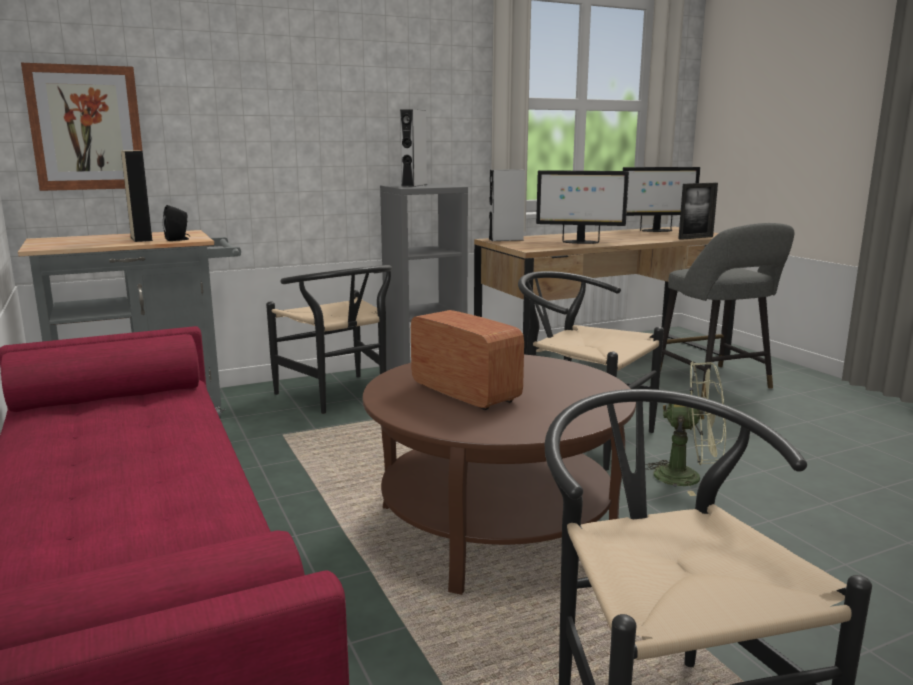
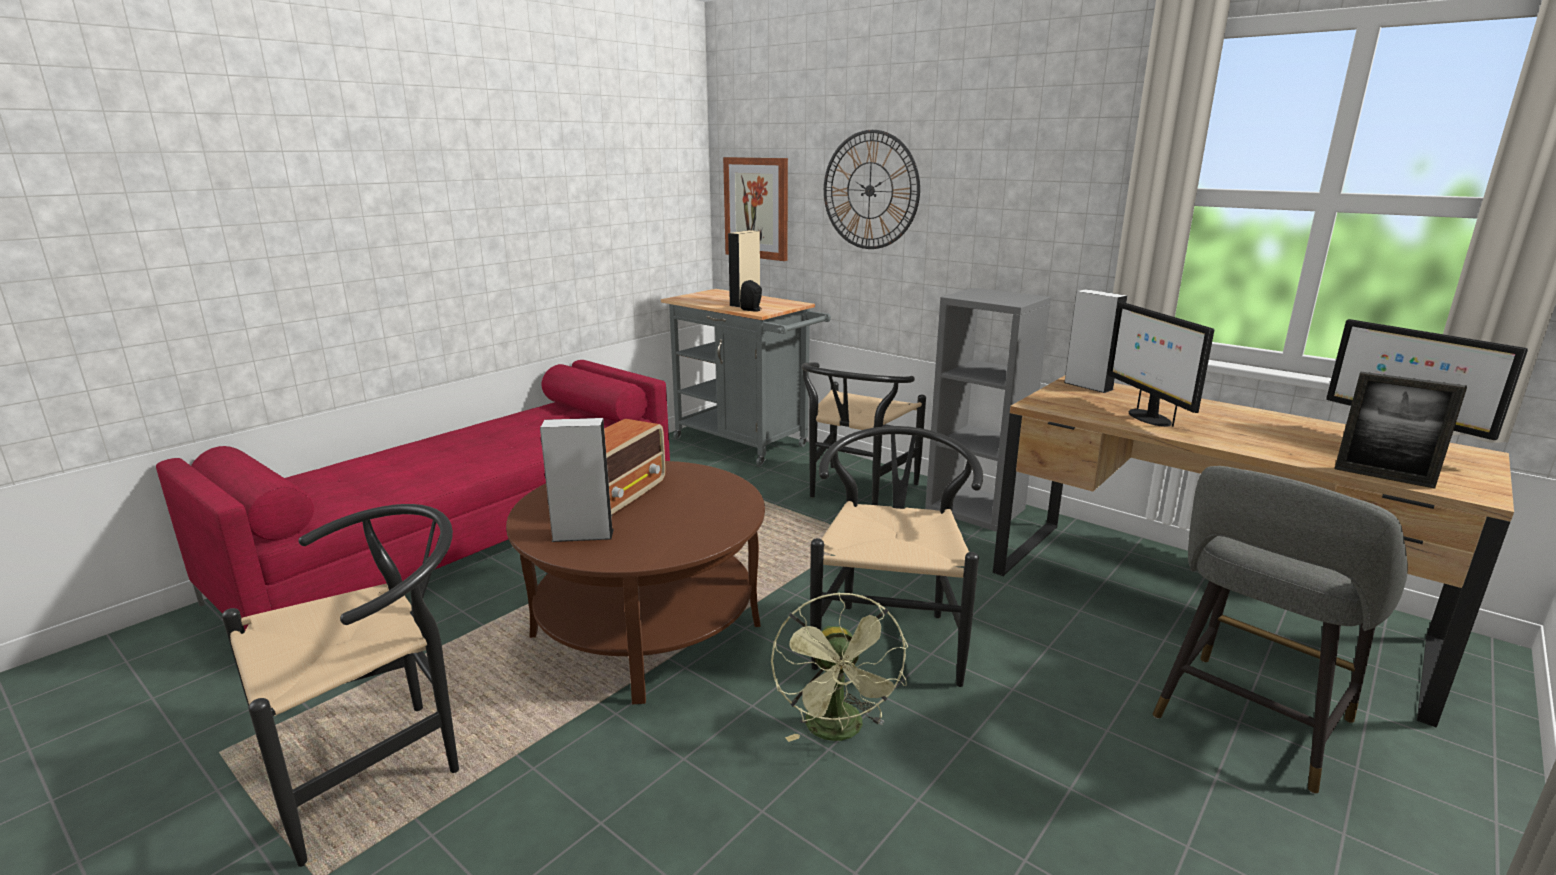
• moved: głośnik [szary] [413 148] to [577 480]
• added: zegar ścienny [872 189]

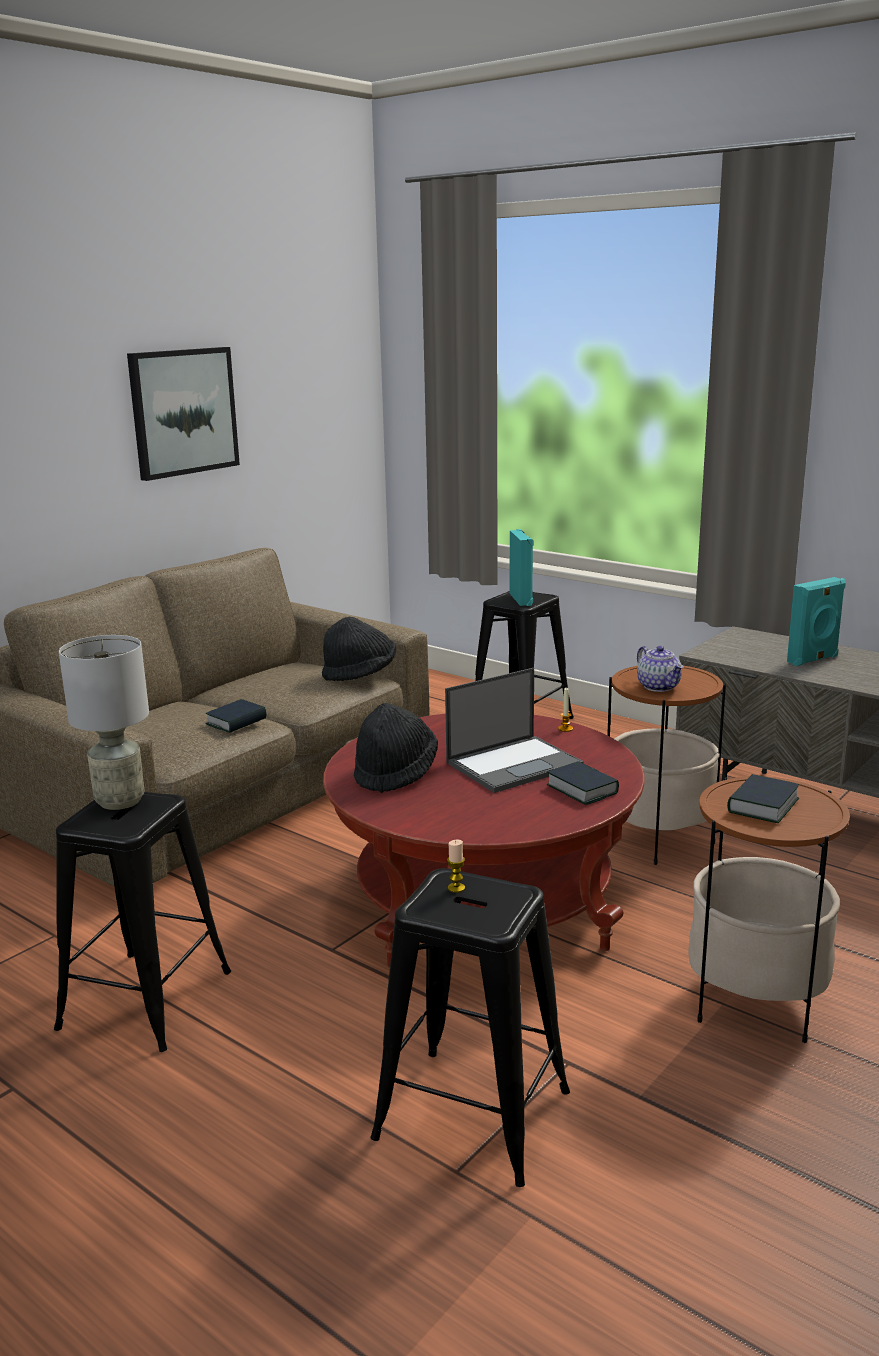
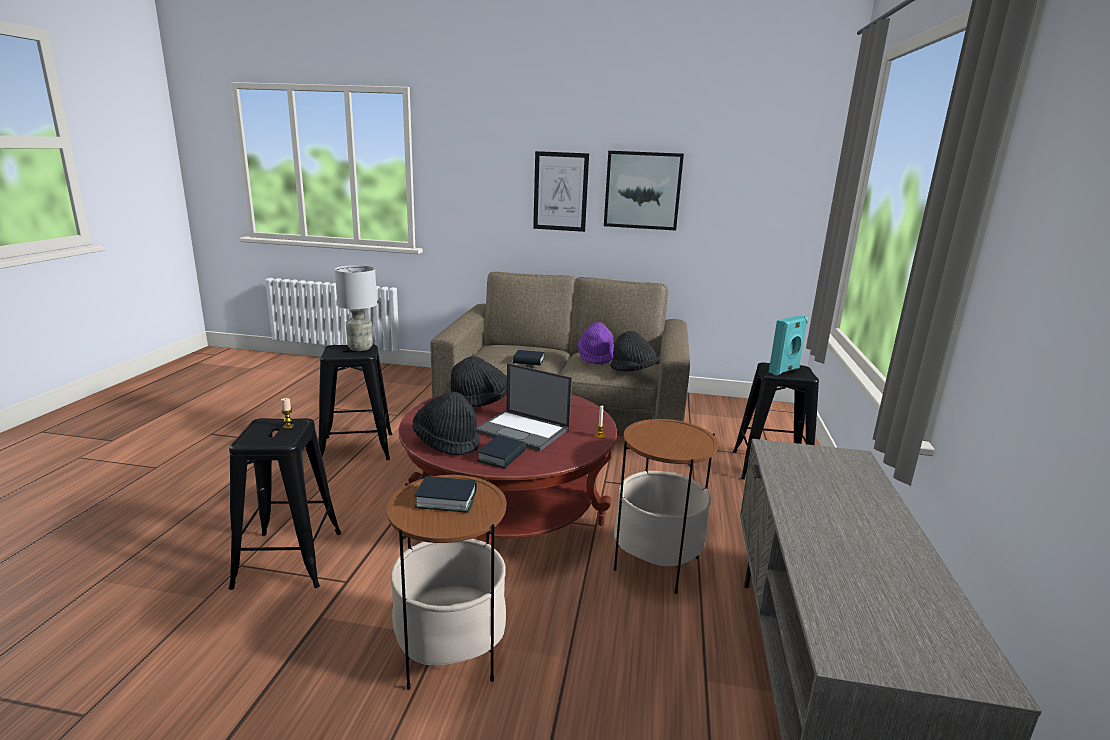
• removed: głośnik [turkusowy] [816 621]
• removed: imbryk [660 669]
• added: obraz [561 191]
• added: kapelusz [fioletowy] [596 343]
• added: kapelusz [czarny] [446 423]

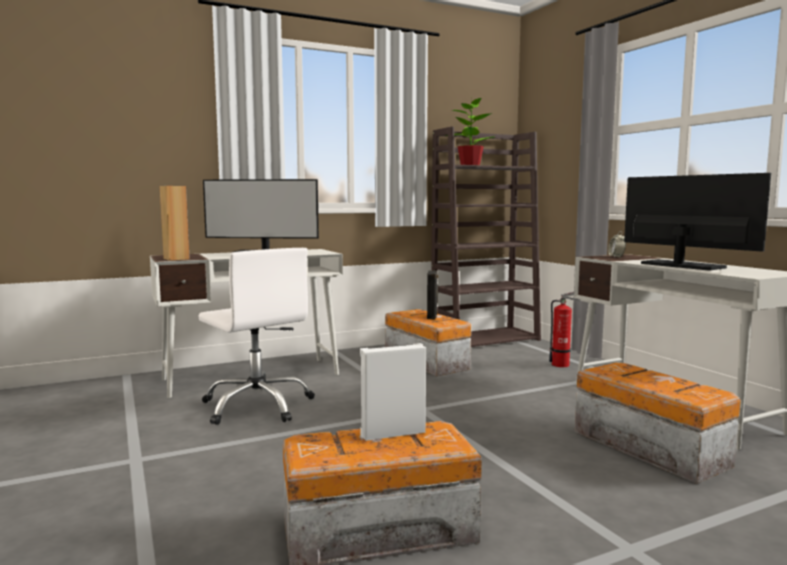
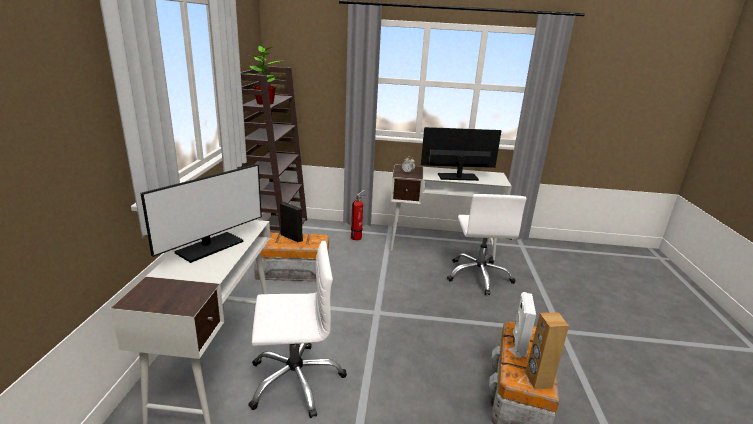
• moved: głośnik [brązowy] [175 223] to [547 350]
• replaced: pojemnik do przechowywania [658 423] to krzesło biurowe [biały] [487 244]

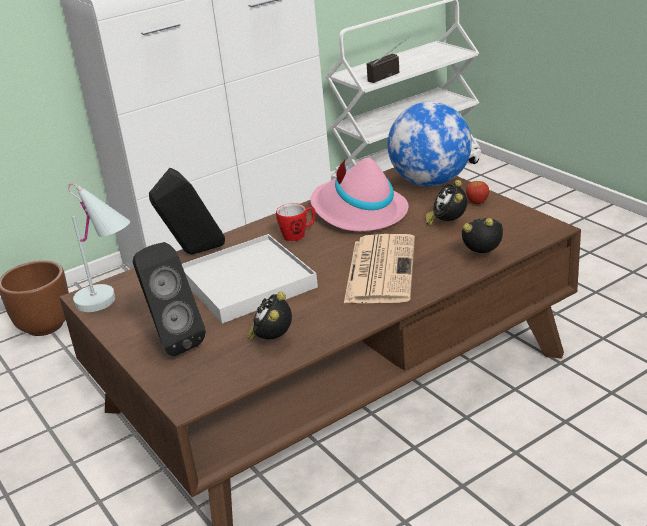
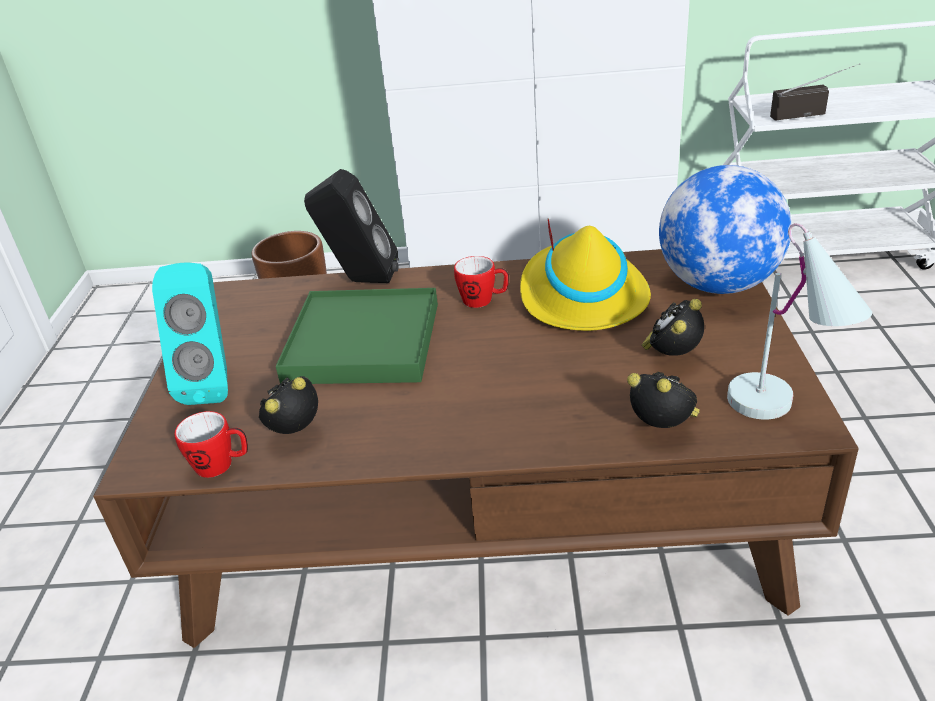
• recoloured: kapelusz [różowy] [359 194] to kapelusz [żółty] [585 274]
• removed: jabłko [477 192]
• moved: lampa stołowa [biały] [99 247] to [799 321]
• recoloured: taca [biały] [250 279] to taca [zielony] [357 336]
• removed: gazeta [379 268]
• recoloured: głośnik [czarny] [169 299] to głośnik [turkusowy] [190 334]
• added: kubek [211 444]

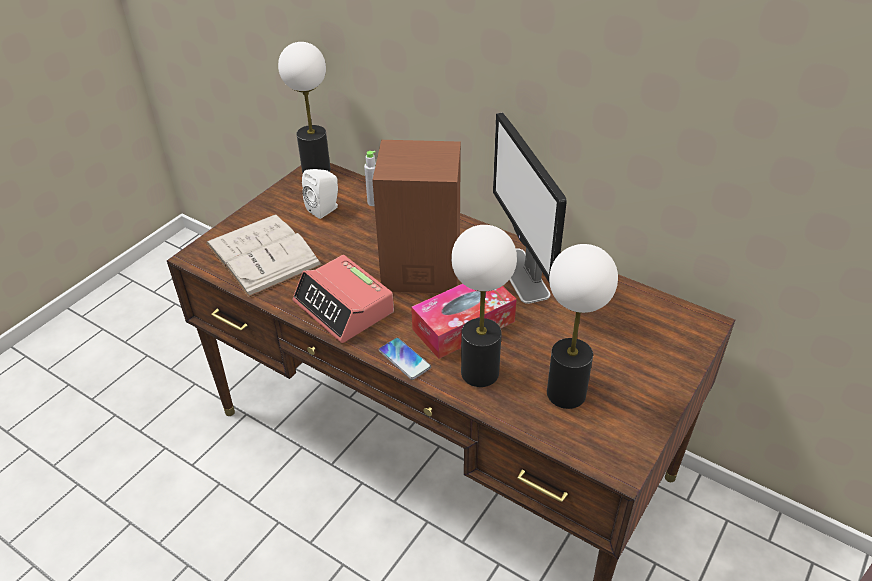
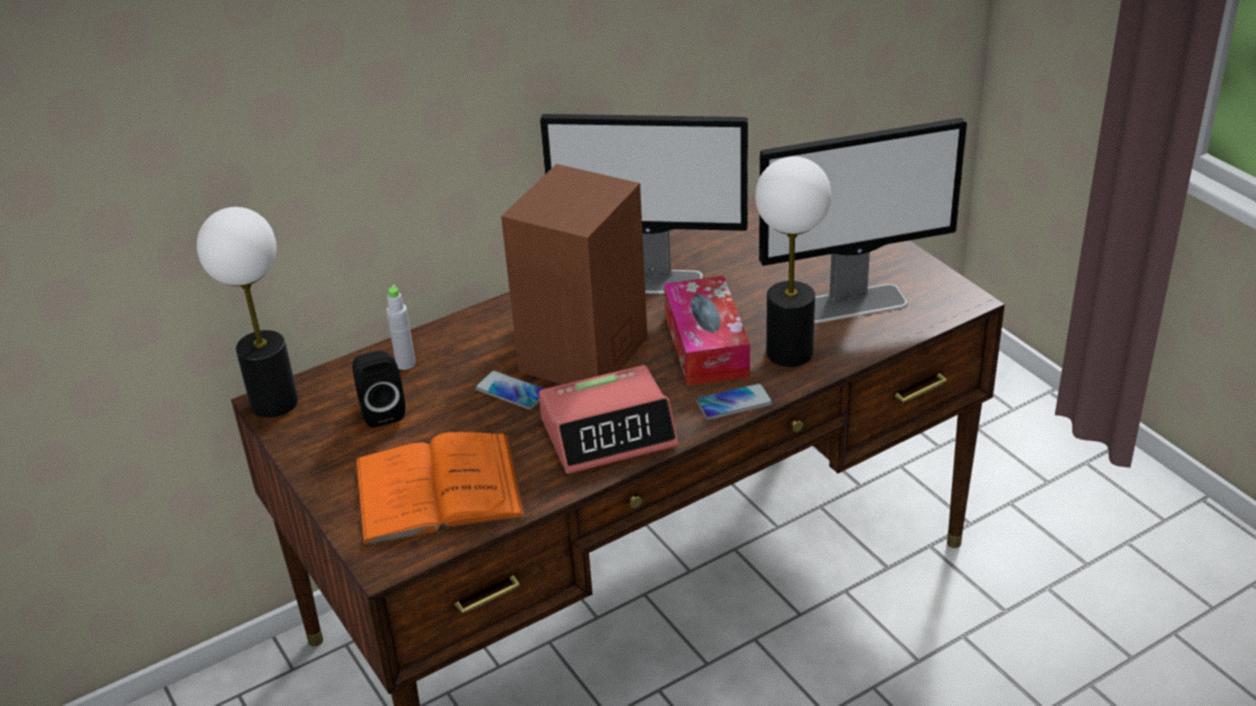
• recoloured: głośnik [biały] [320 194] to głośnik [czarny] [378 389]
• recoloured: książka [biały] [264 255] to książka [pomarańczowy] [440 489]
• replaced: lampa stołowa [582 326] to monitor [863 220]
• added: telefon [510 390]

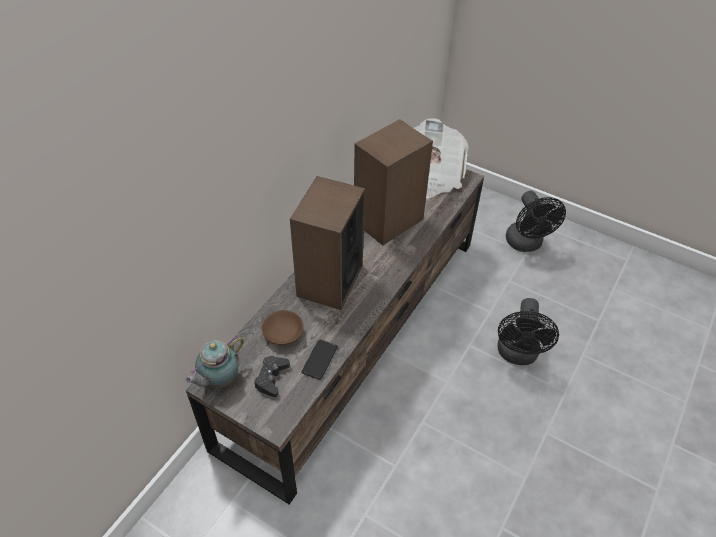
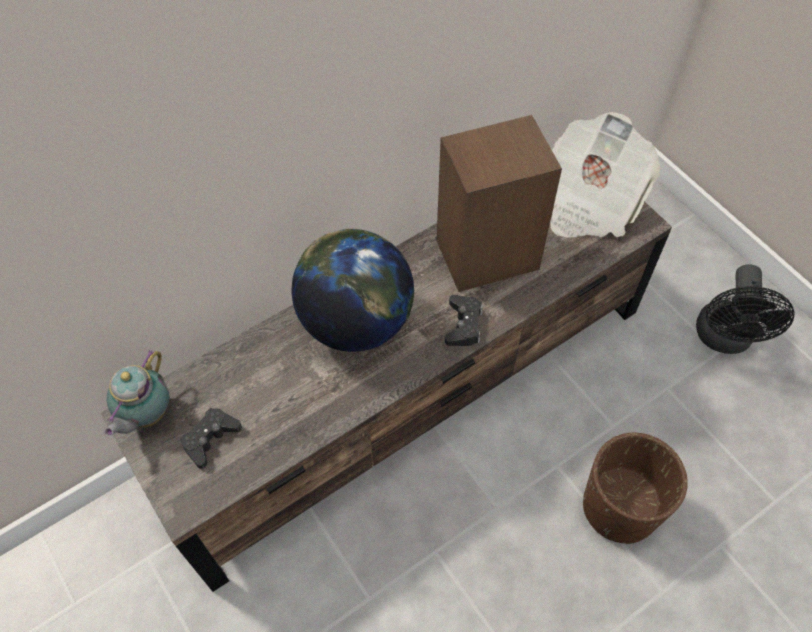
• replaced: głośnik [327 243] to globus [352 290]
• replaced: wentylator [czarny] [528 331] to donica [brązowy] [635 488]
• removed: miska [brązowy] [282 327]
• turned: imbryk [214 361] = [137 394] 45 degrees counterclockwise
• removed: telefon [320 360]
• added: pad do gier [czarny] [464 320]

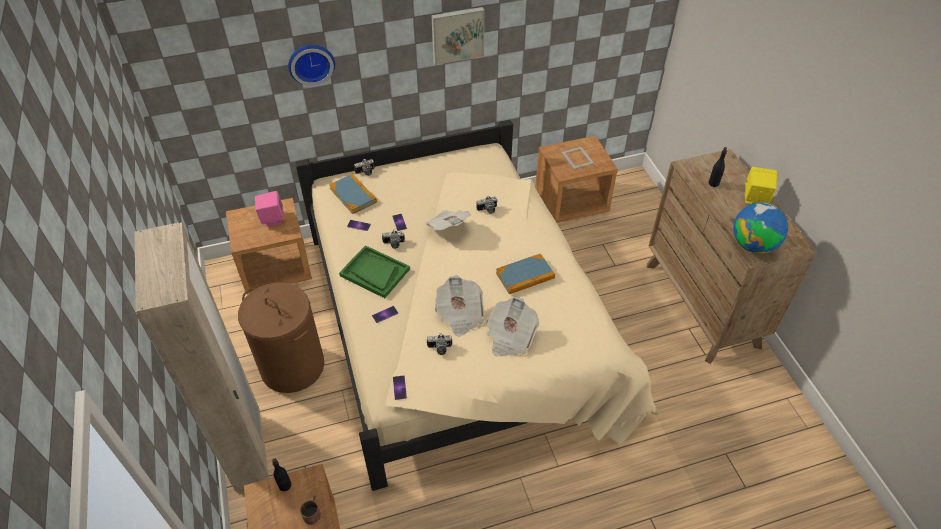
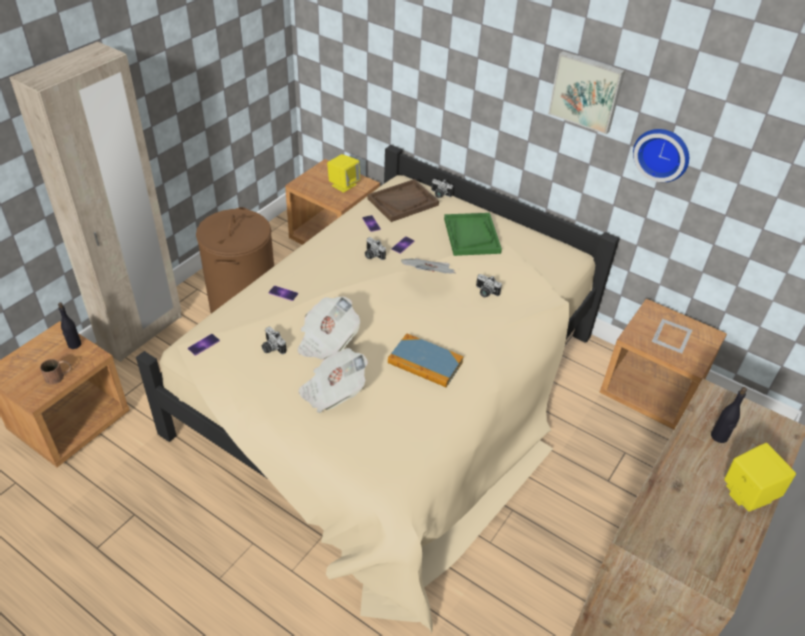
• moved: zegar ścienny [311 65] to [661 155]
• replaced: książka [353 194] to taca [brązowy] [403 200]
• recoloured: głośnik [różowy] [269 208] to głośnik [żółty] [343 173]
• removed: globus [760 228]
• moved: taca [zielony] [374 271] to [473 234]

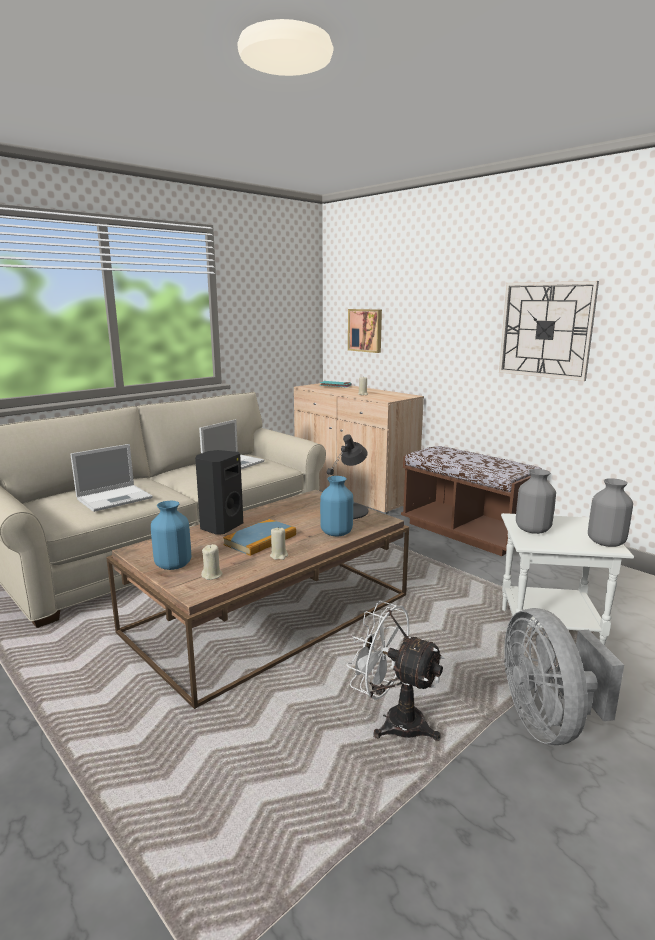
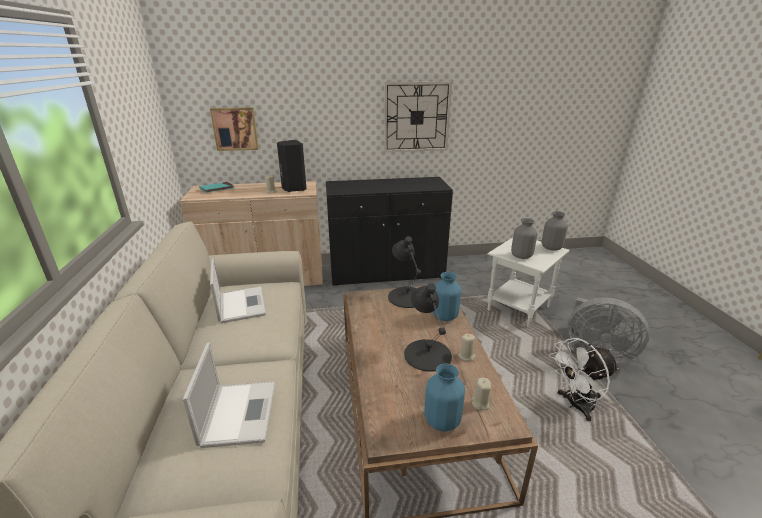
• replaced: ławka [brązowy] [471 501] to szafka [czarny] [389 231]
• moved: głośnik [czarny] [219 492] to [291 166]
• replaced: książka [259 537] to lampa stołowa [czarny] [428 327]

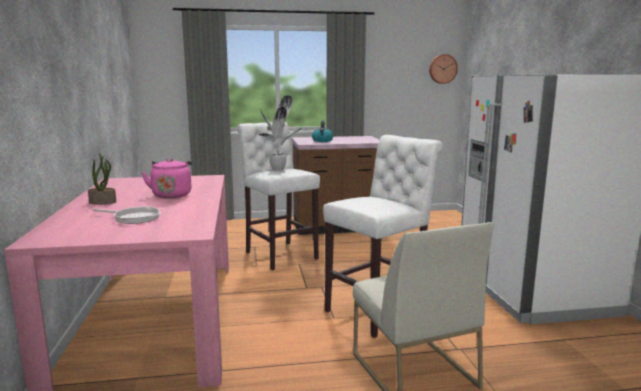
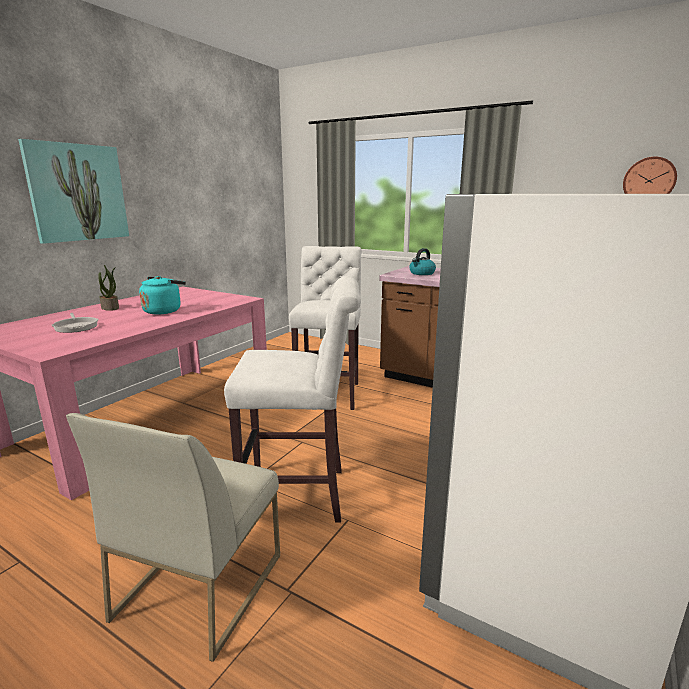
• removed: roślina doniczkowa [280 133]
• recoloured: czajnik [różowy] [166 178] to czajnik [turkusowy] [162 295]
• added: obraz [73 191]

